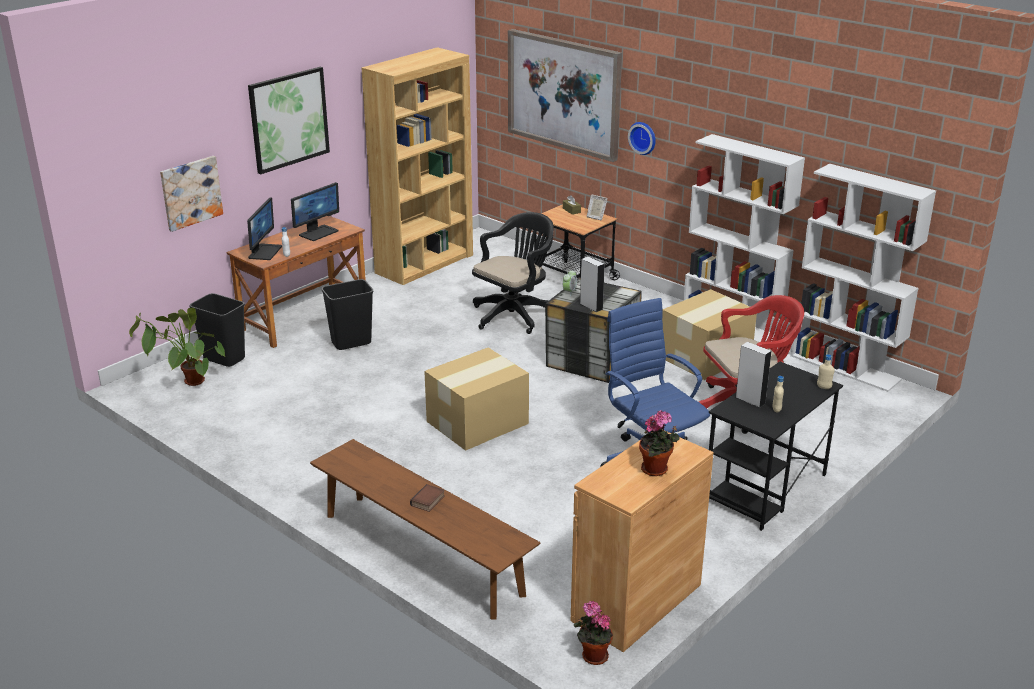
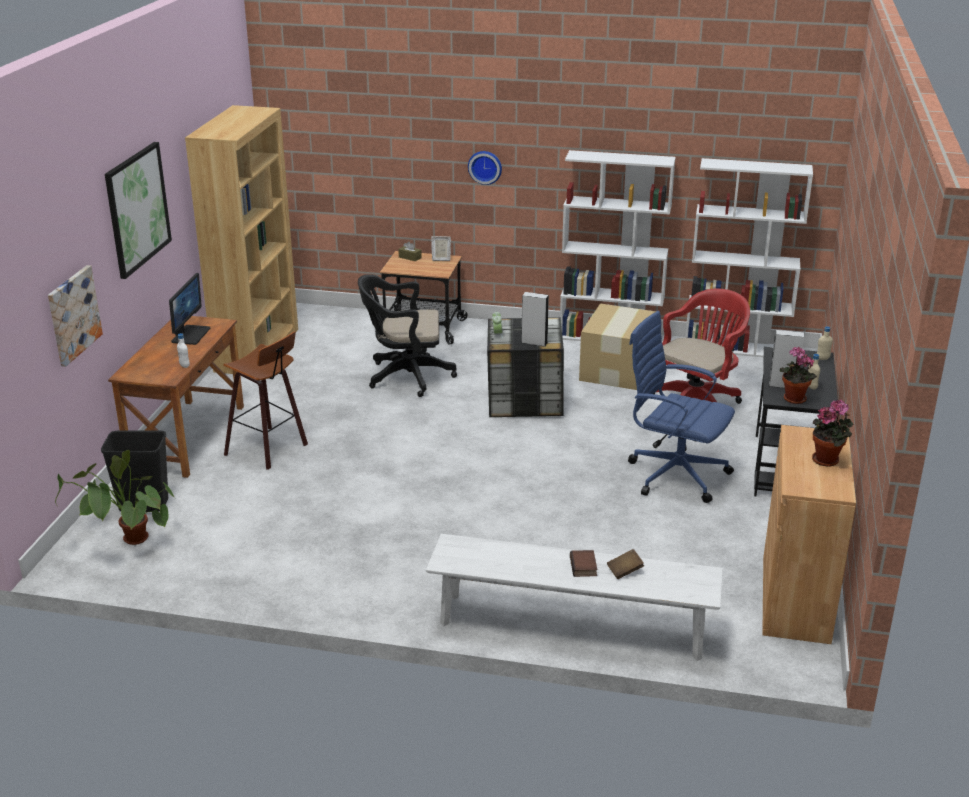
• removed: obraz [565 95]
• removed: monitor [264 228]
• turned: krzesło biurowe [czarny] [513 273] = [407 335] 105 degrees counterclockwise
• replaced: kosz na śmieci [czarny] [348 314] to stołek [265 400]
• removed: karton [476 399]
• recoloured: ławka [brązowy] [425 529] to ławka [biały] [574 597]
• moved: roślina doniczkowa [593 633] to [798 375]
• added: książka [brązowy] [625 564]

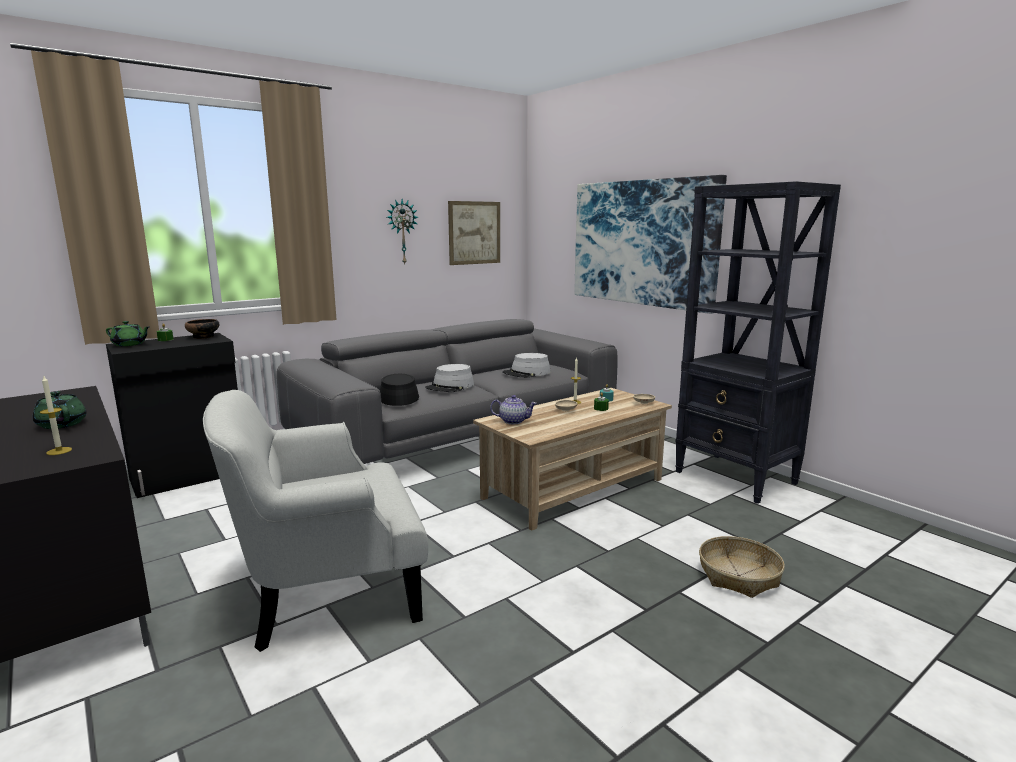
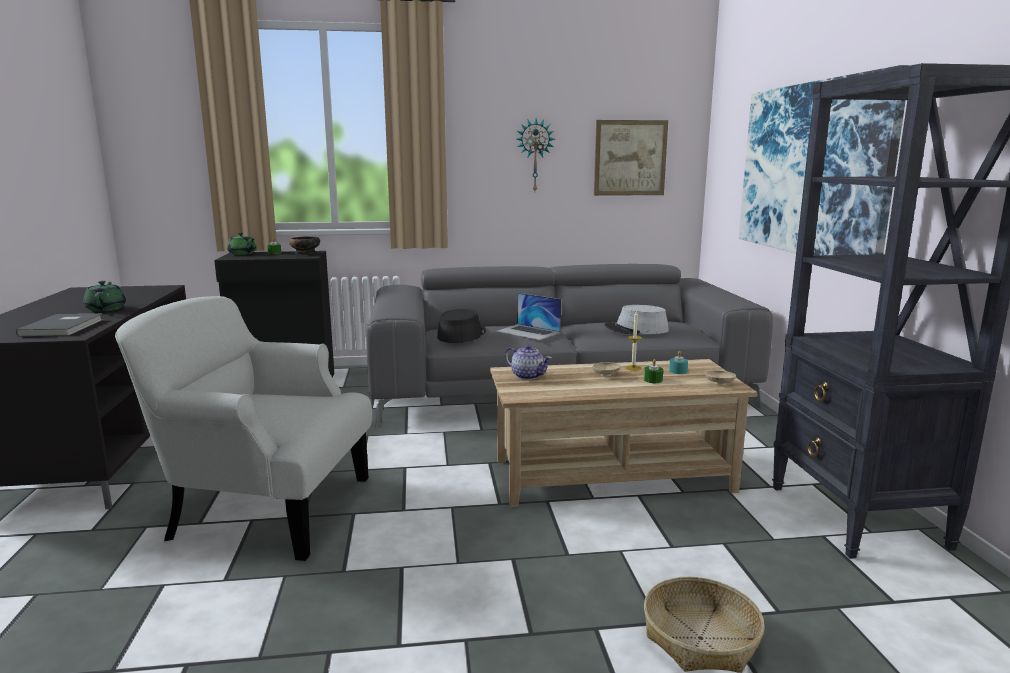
• replaced: kapelusz [szary] [449 378] to laptop [528 316]
• replaced: świeca [56 415] to książka [szary] [59 325]

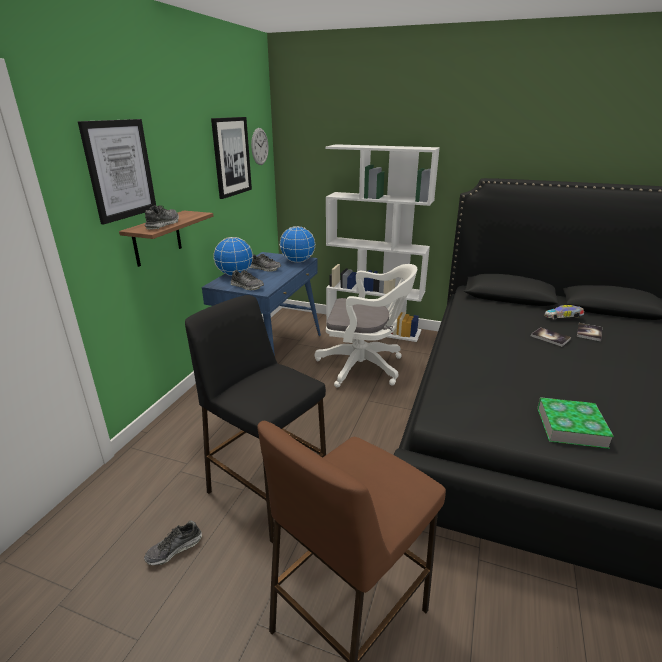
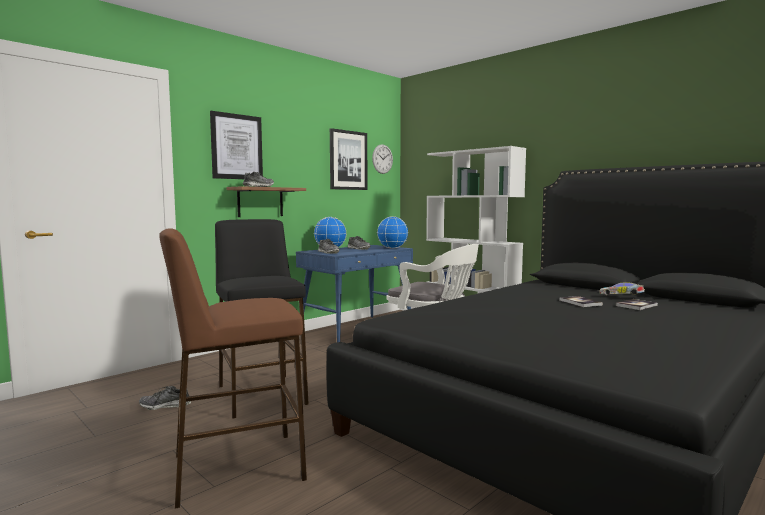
• removed: książka [575 423]

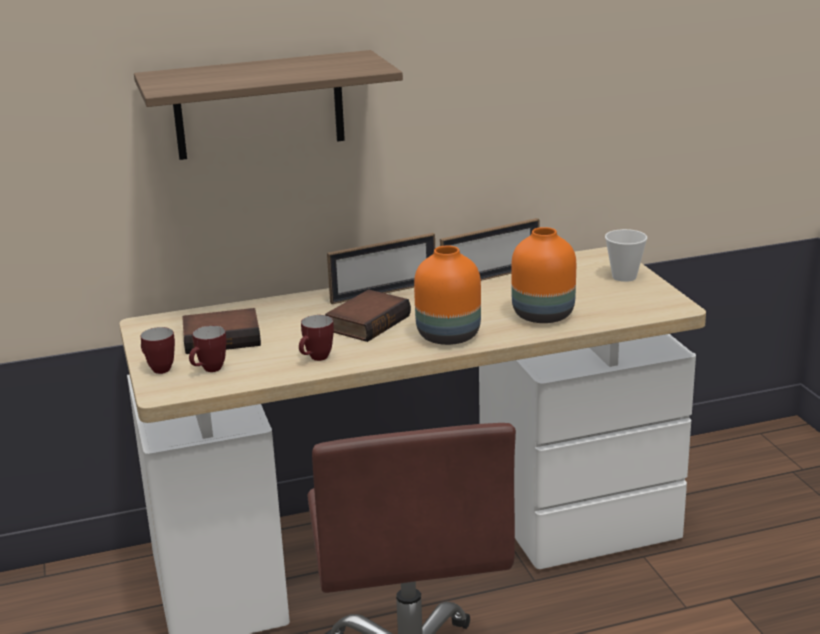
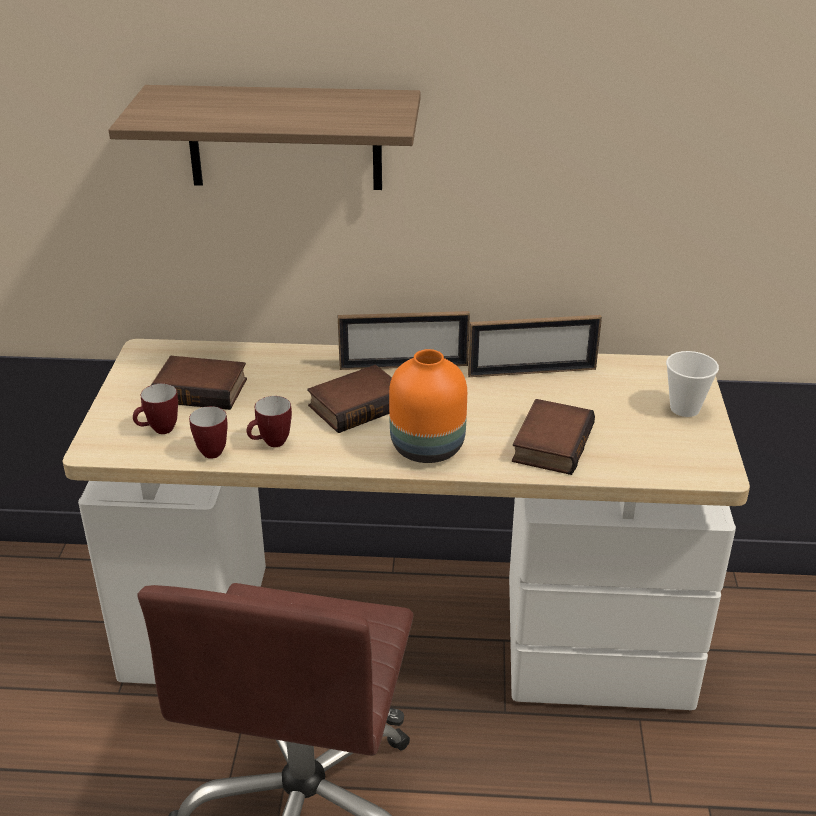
• replaced: wazon [pomarańczowy] [543 275] to książka [553 437]
• moved: kubek [158 350] to [208 432]

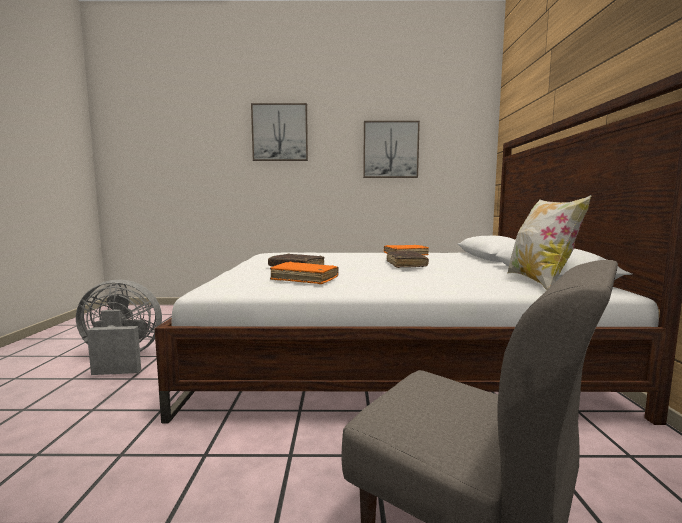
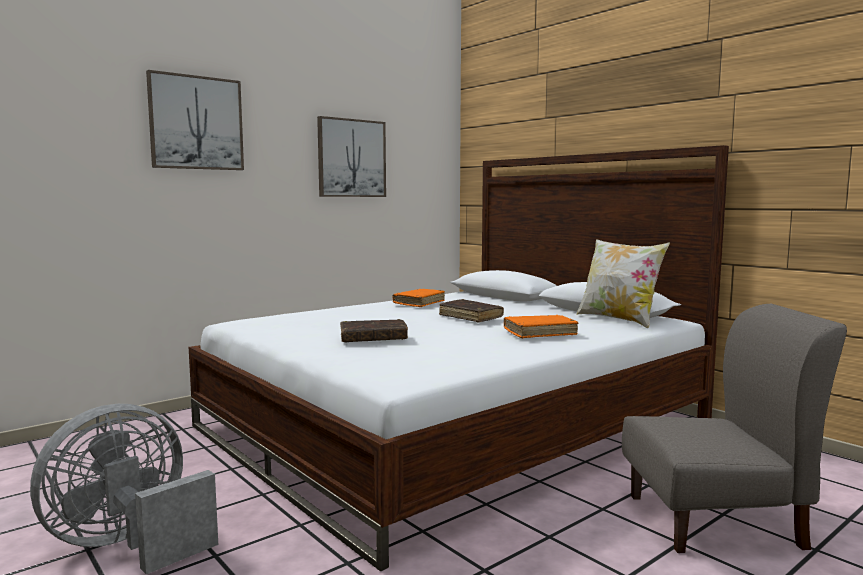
• moved: książka [pomarańczowy] [304 273] to [541 326]

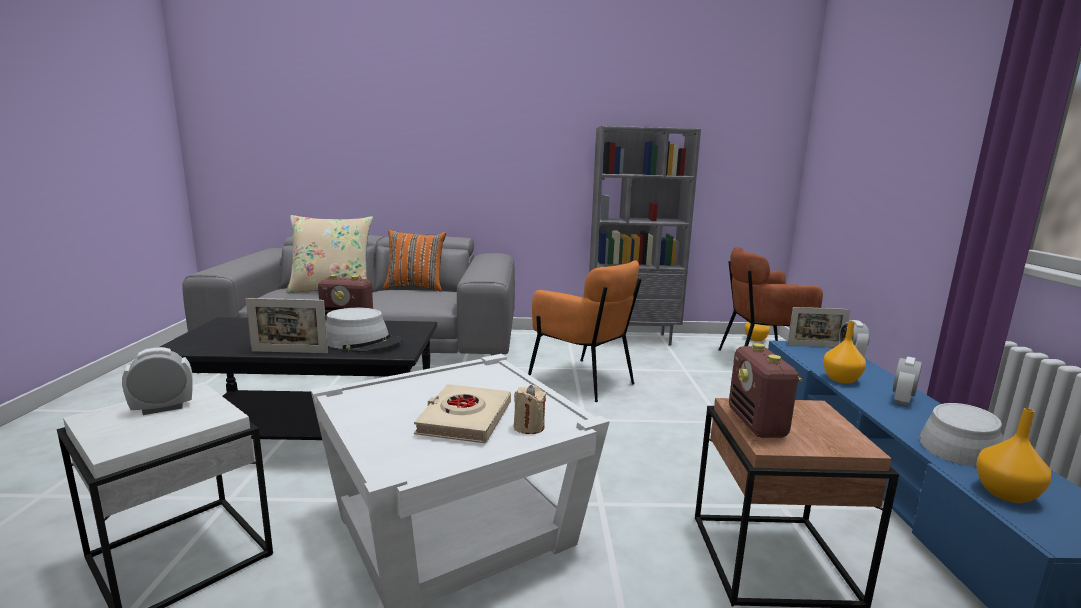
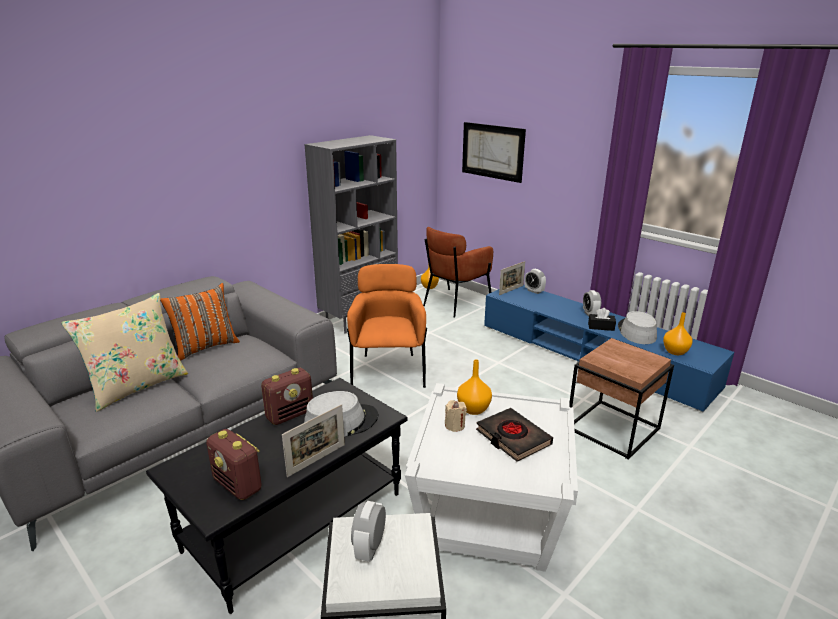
• turned: fotel [pomarańczowy] [585 331] = [387 326] 90 degrees counterclockwise
• moved: wazon [pomarańczowy] [844 352] to [474 387]
• moved: radio [766 390] to [234 464]
• recoloured: książka [beżowy] [462 413] to książka [czarny] [514 435]
• moved: świeca [beżowy] [530 409] to [456 416]
• added: obraz [494 152]
• added: pudełko chusteczek [czarny] [602 319]

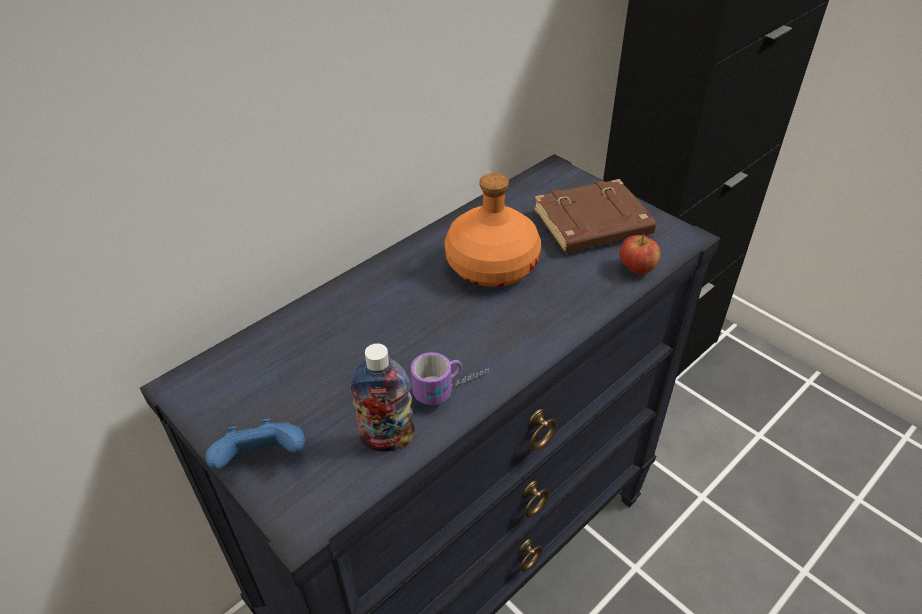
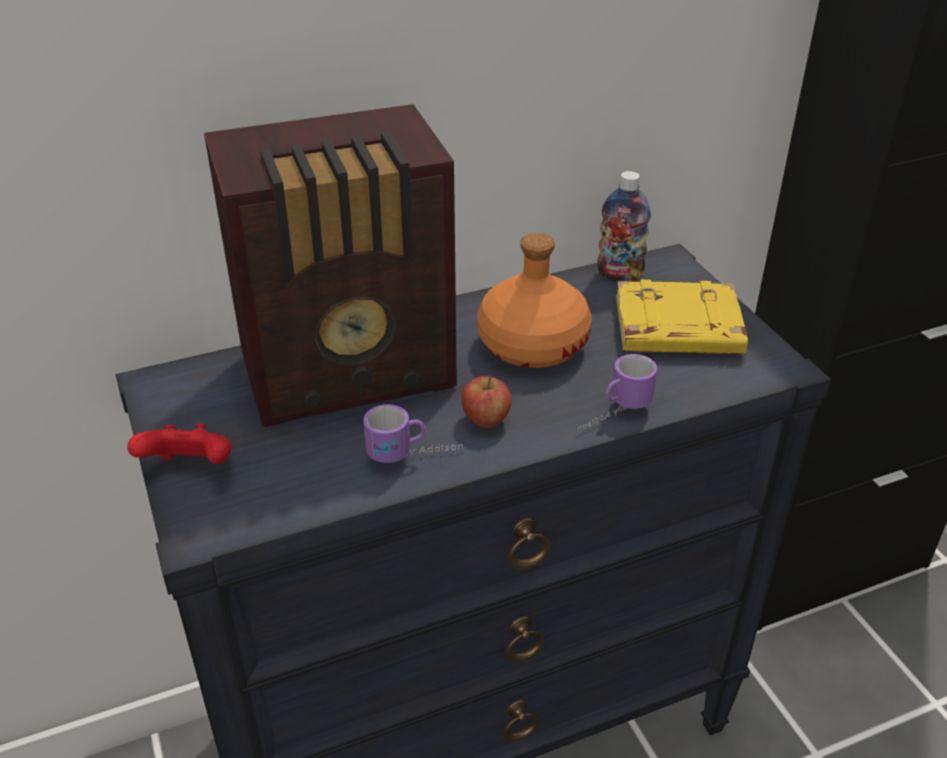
• recoloured: książka [brązowy] [595 216] to książka [żółty] [682 316]
• moved: jabłko [640 254] to [486 401]
• moved: butelka [382 397] to [624 226]
• recoloured: pad do gier [niebieski] [255 443] to pad do gier [czerwony] [179 444]
• added: radio [330 265]
• added: kubek [617 393]

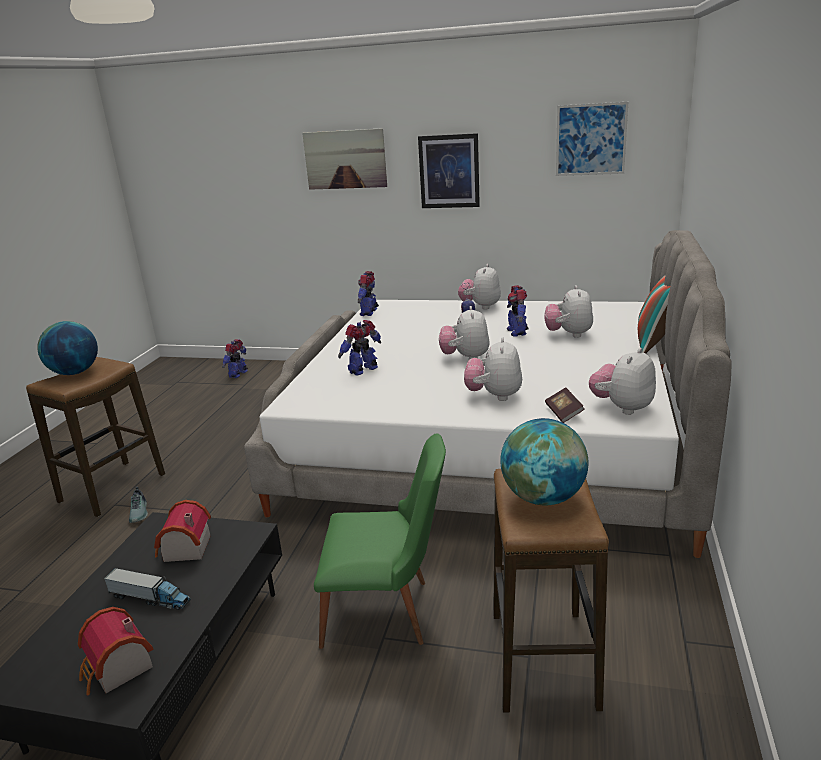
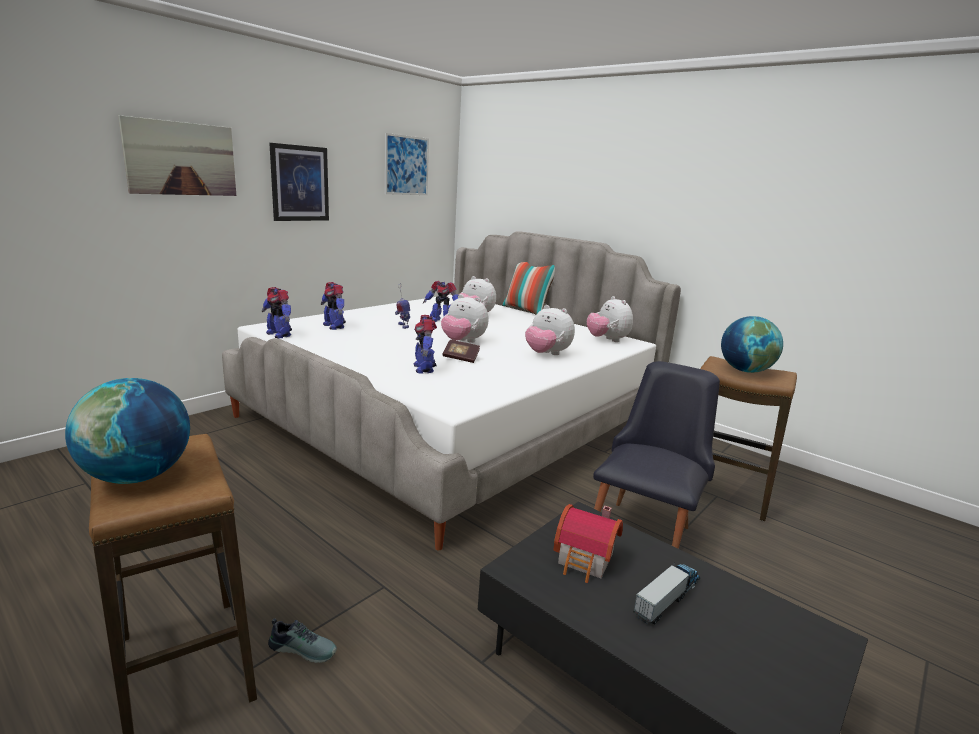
• removed: pluszak [479 287]
• moved: robot zabawkowy [235 358] to [333 306]
• moved: książka [564 405] to [461 351]
• recoloured: krzesło [zielony] [380 541] to krzesło [czarny] [656 455]
• removed: domek [115 651]

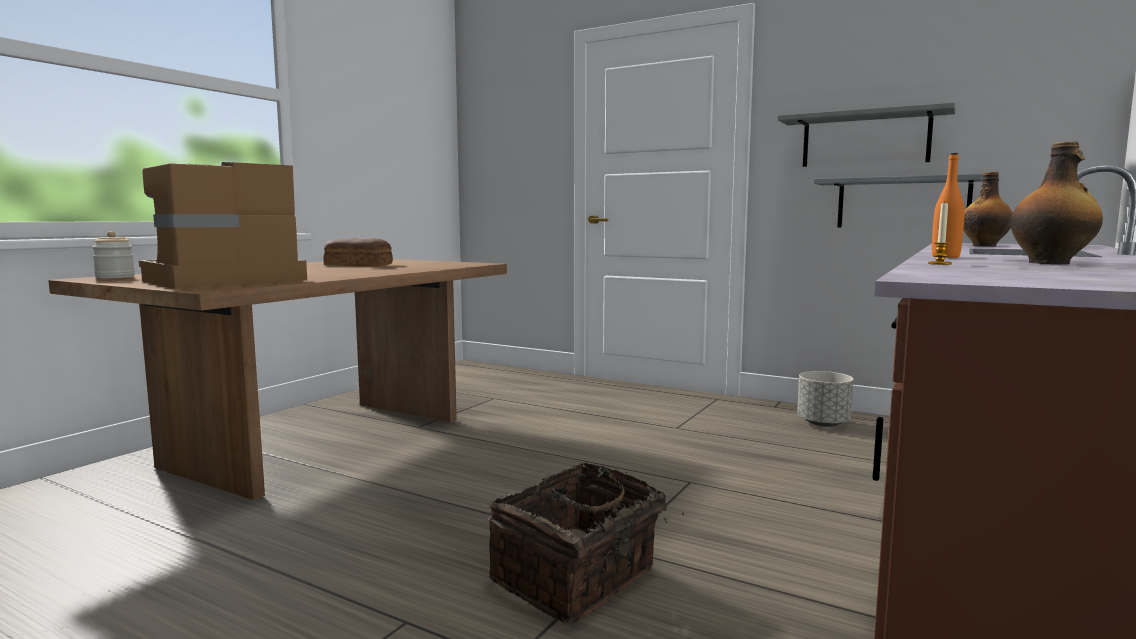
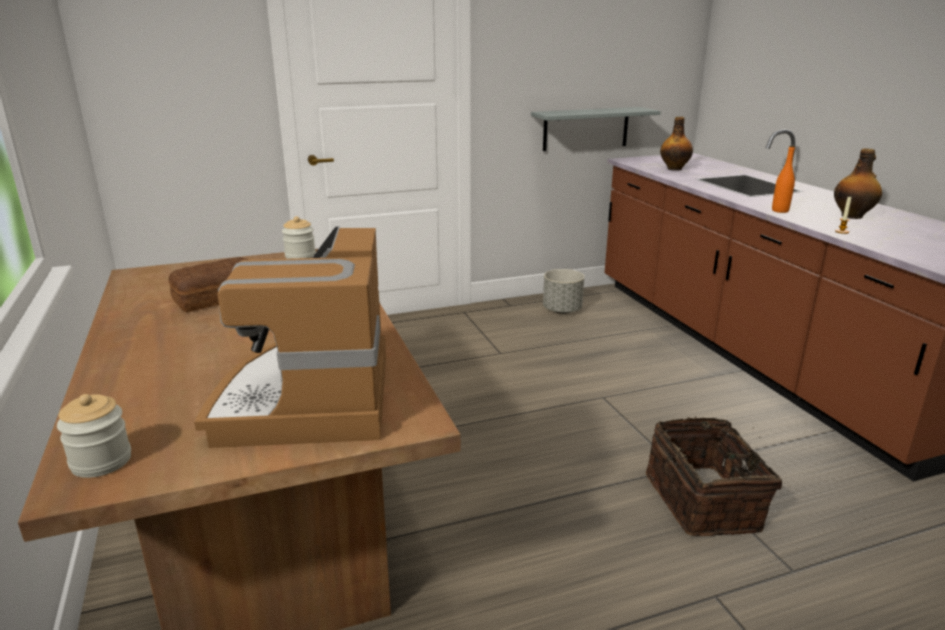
• removed: półka [szary] [866 134]
• added: słoik [299 237]

